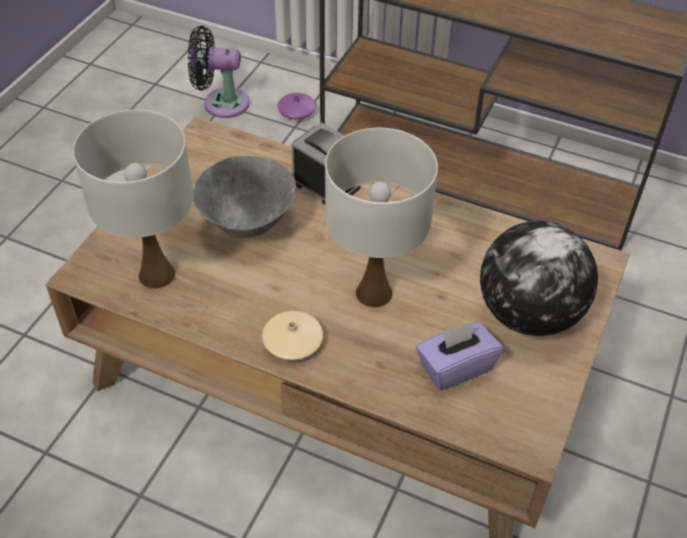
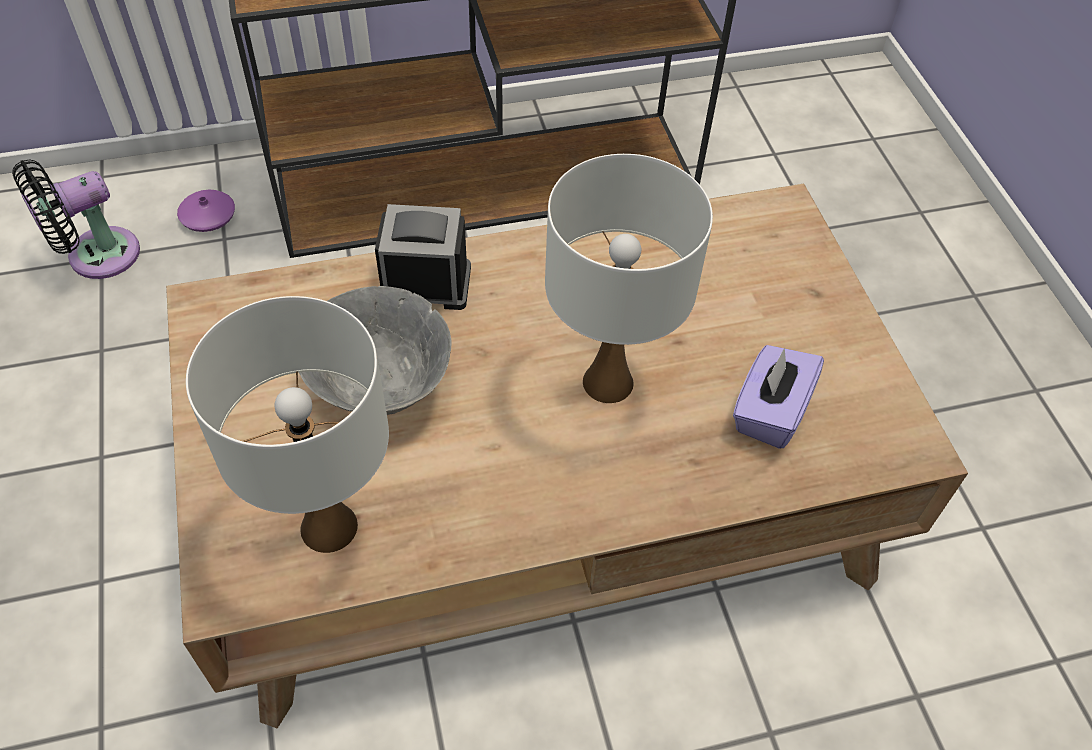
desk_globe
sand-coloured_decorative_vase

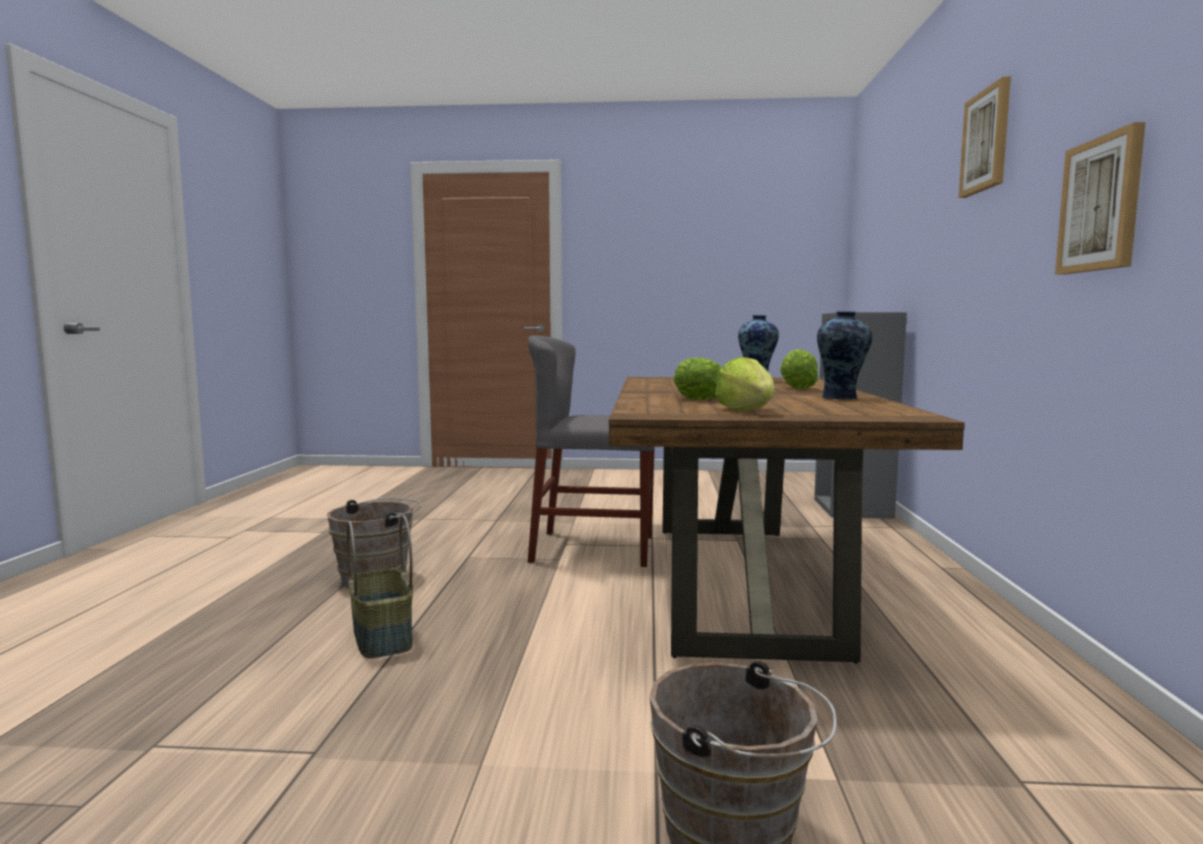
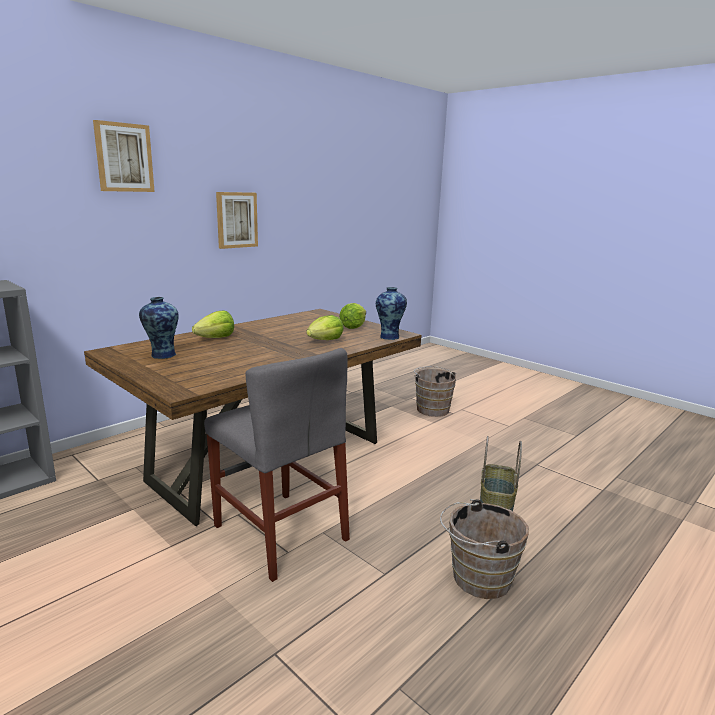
decorative_vase (no. 2 from left)

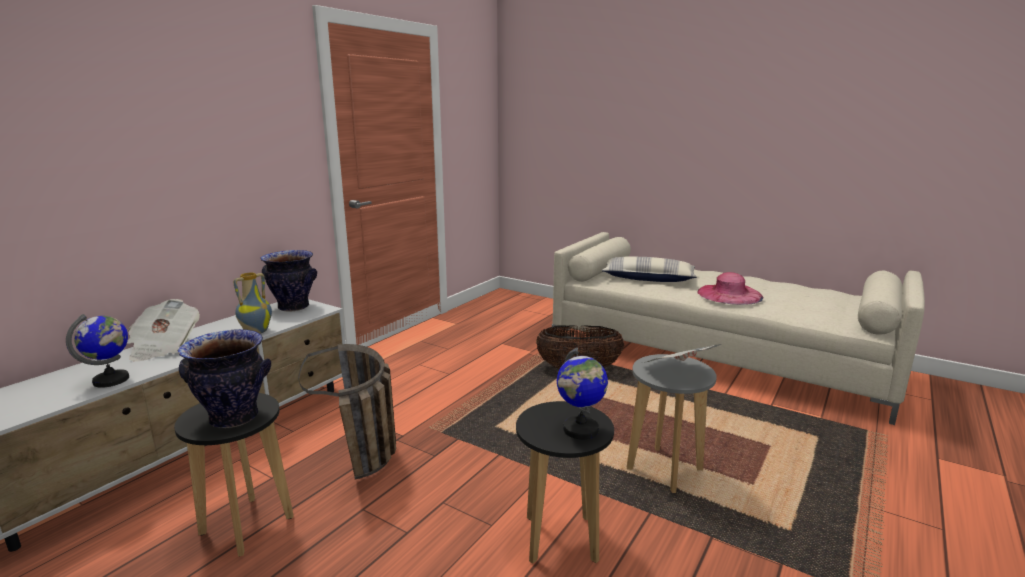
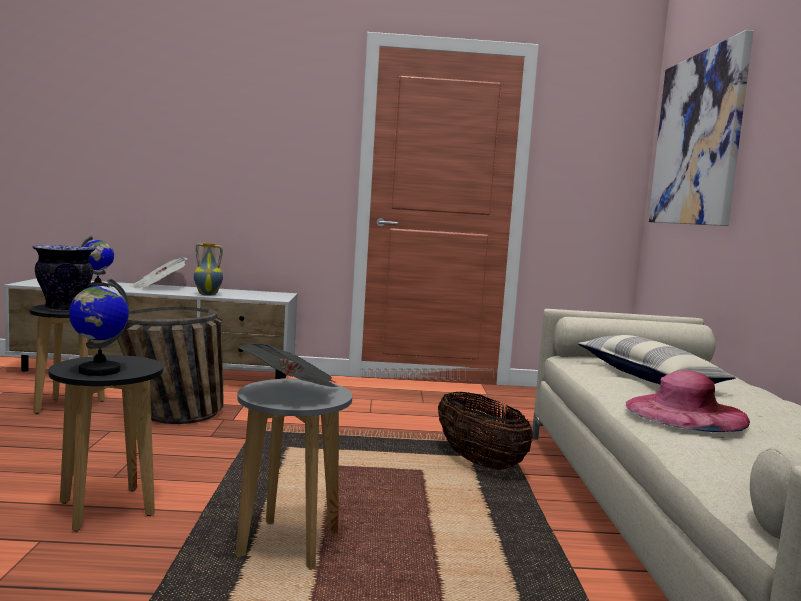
decorative_vase (no. 3 from left in the first image)
picture

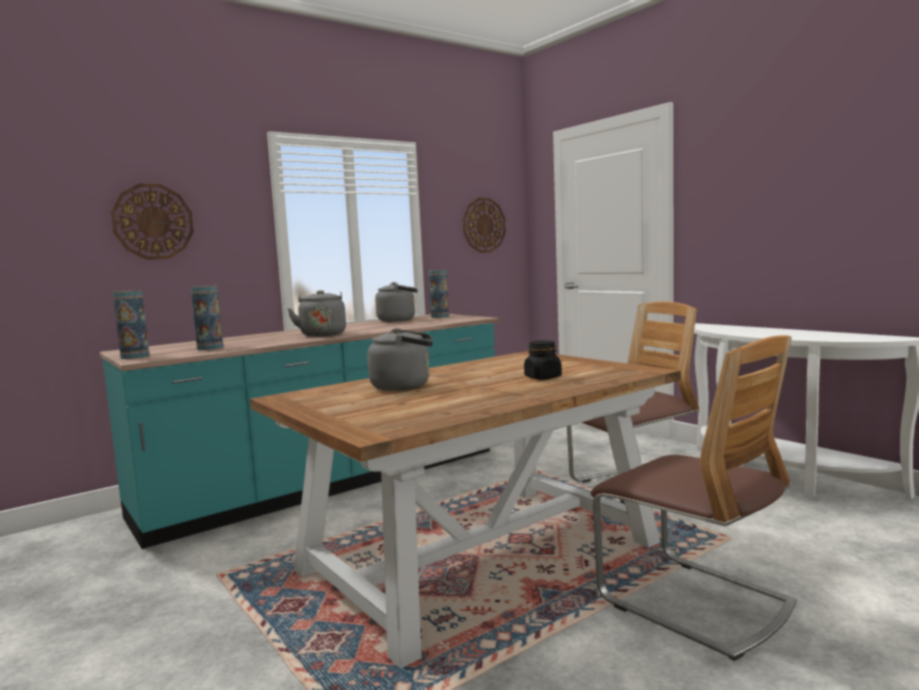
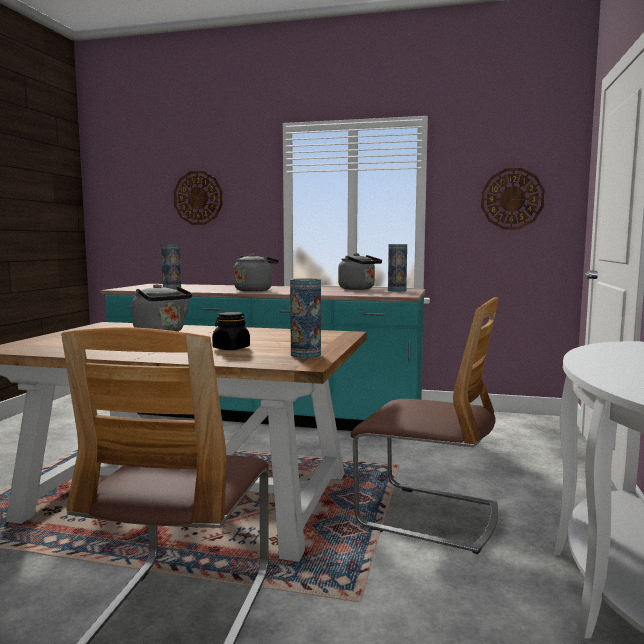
decorative_vase (no. 2 from left)

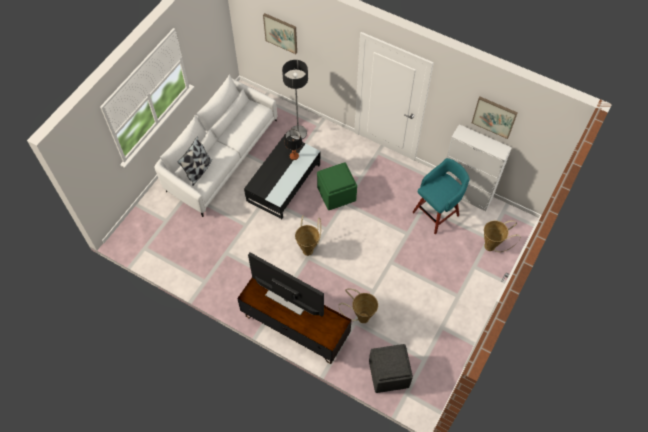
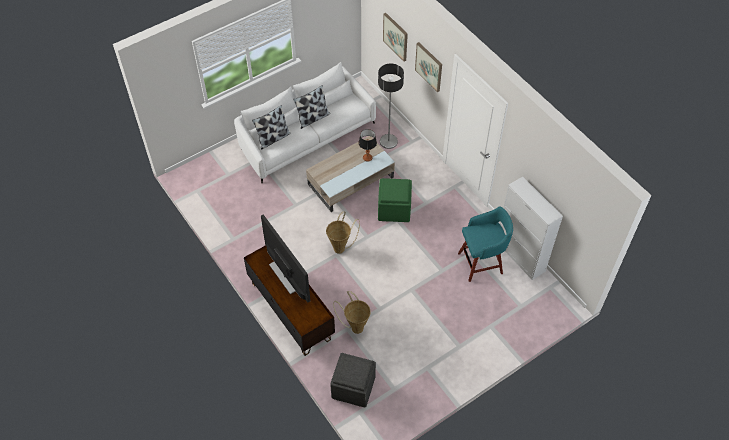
picture (no. 2 from left)
sand-coloured_lounge_table
household_basket (no. 3 from left in the first image)
cushion (no. 2 from left)

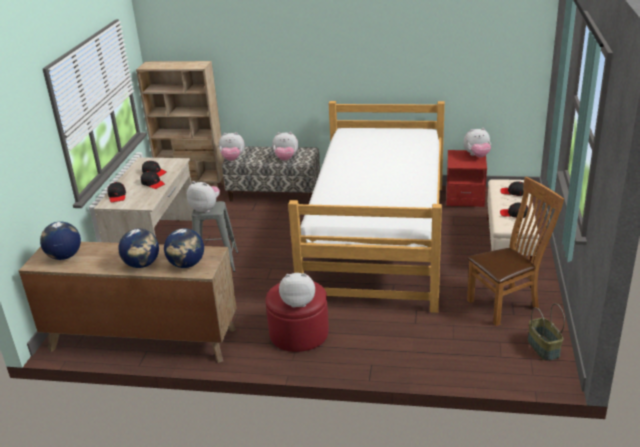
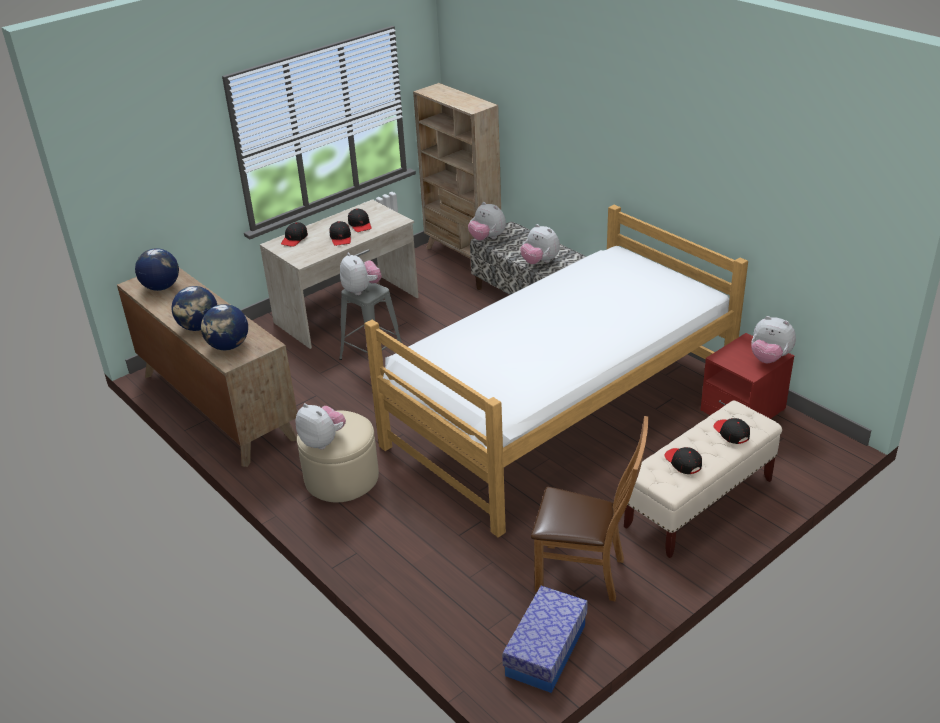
sand-coloured_ottoman
storage_container

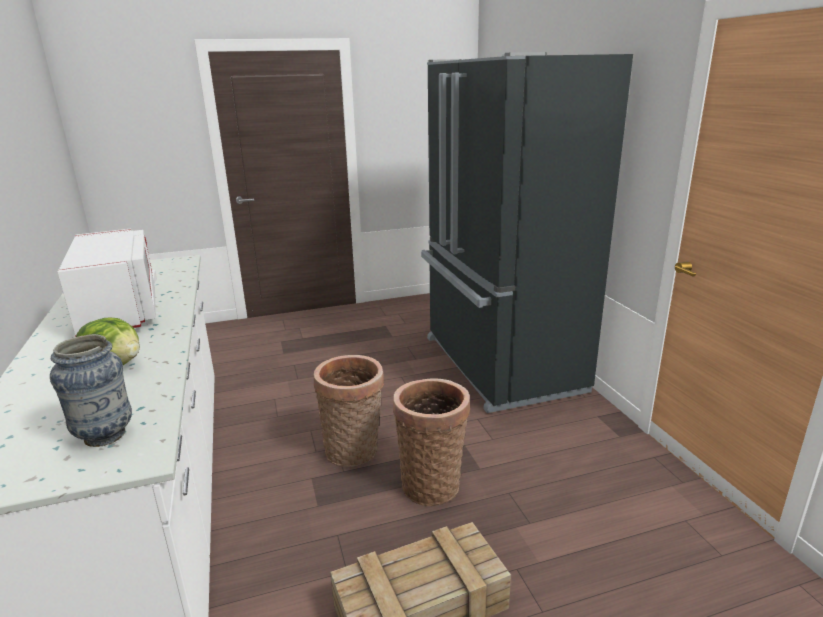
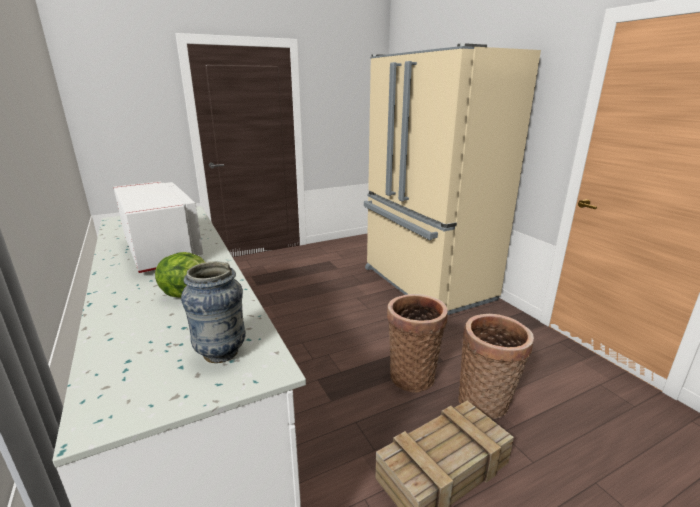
sand-coloured_refrigerator
household_basket (no. 2 from left)

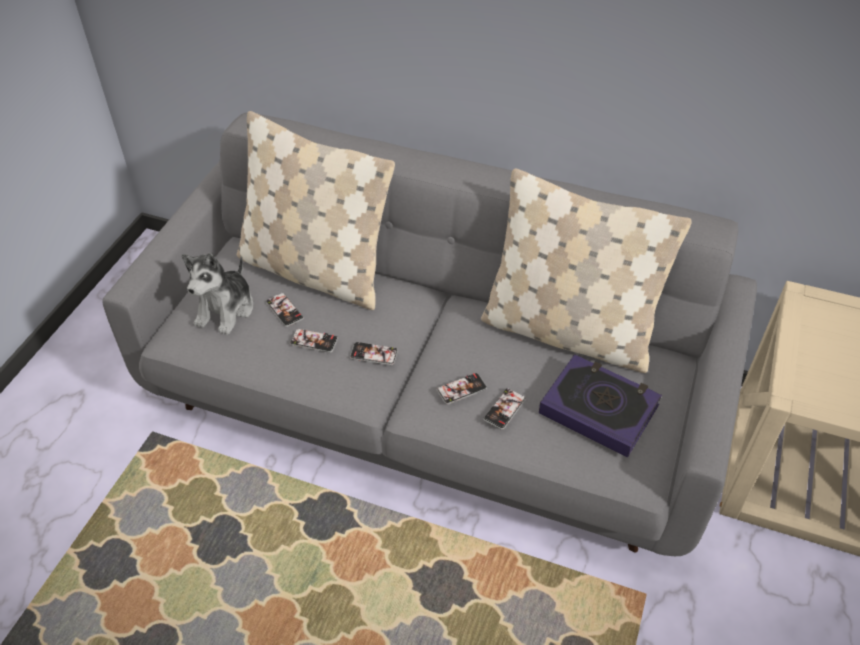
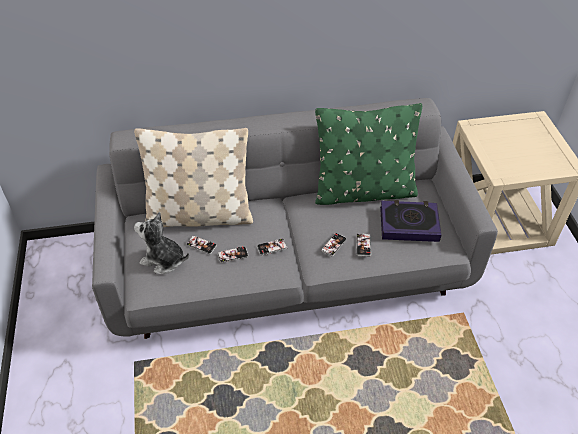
green_cushion
cuddly_toy

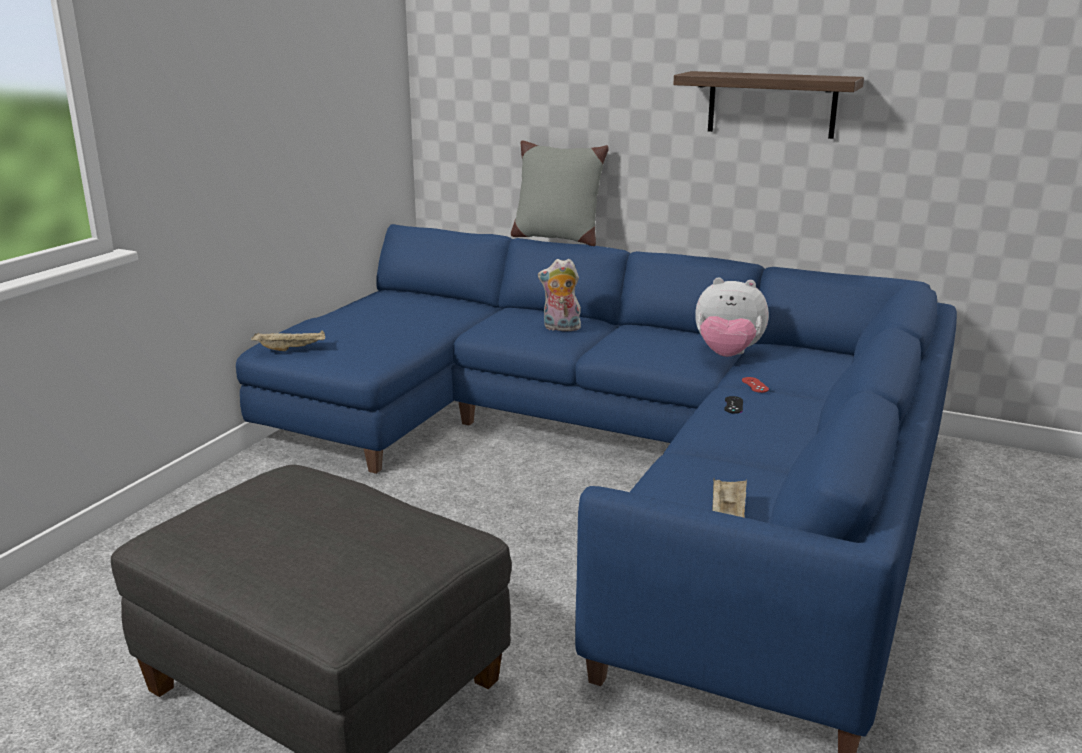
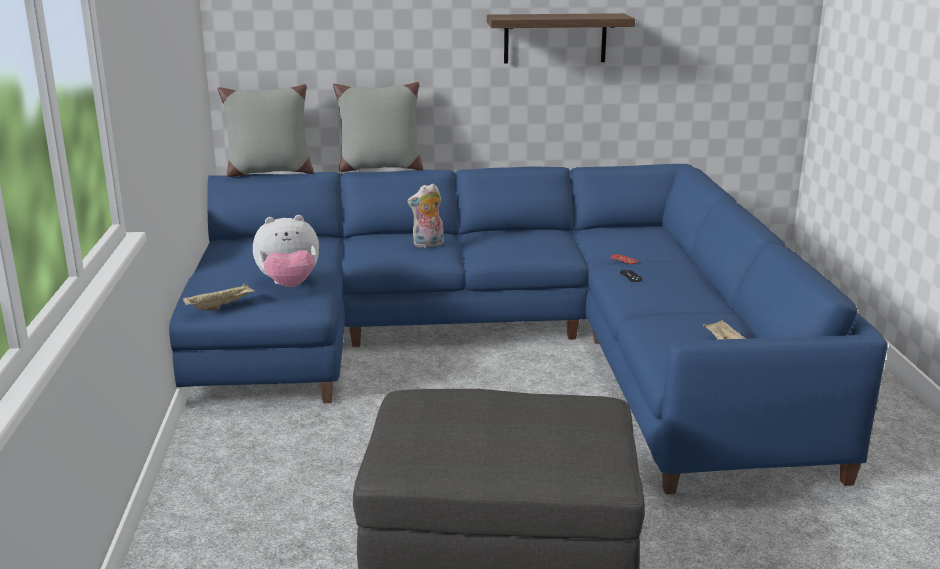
cuddly_toy (no. 1 from left)
gray_cushion (no. 1 from left)

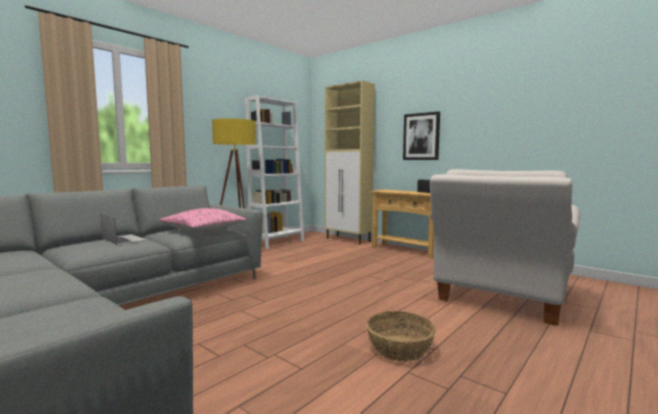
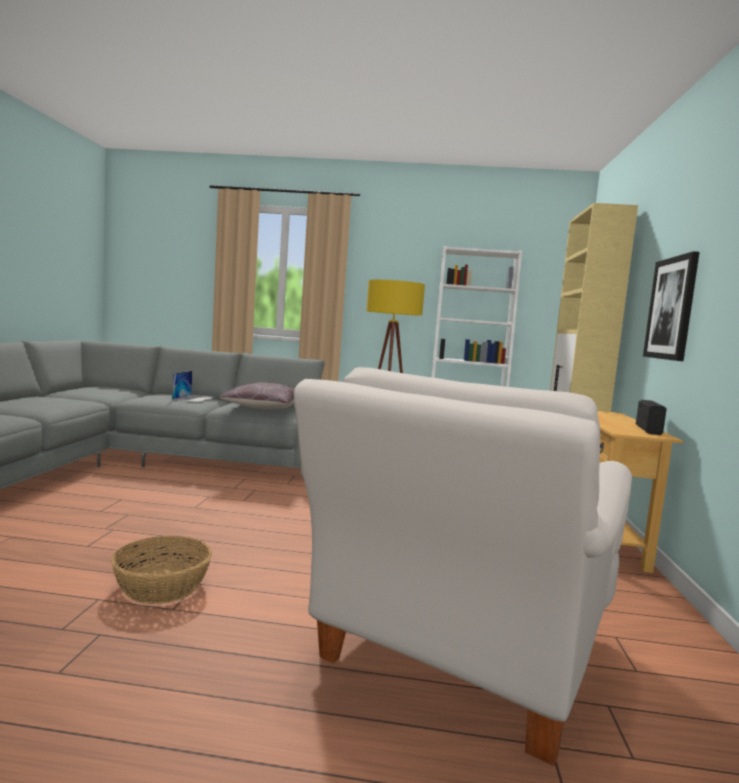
white_lounge_chair
brown_cushion

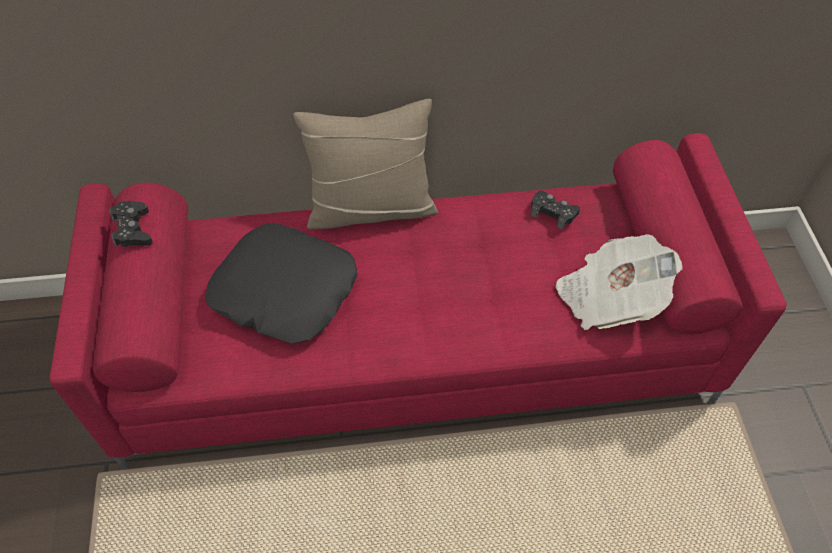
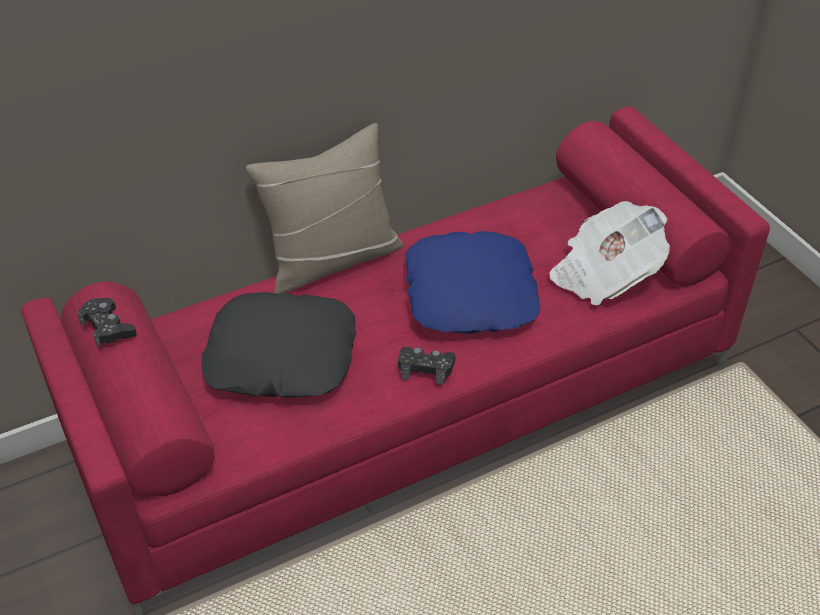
black_joypad (no. 2 from left)
blue_cushion

